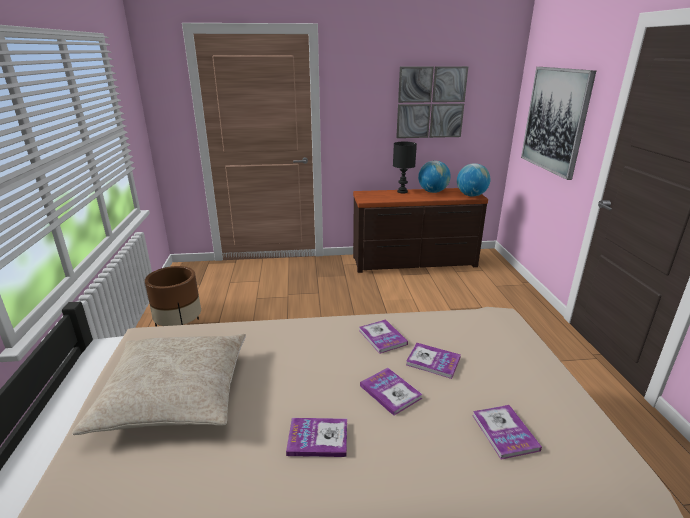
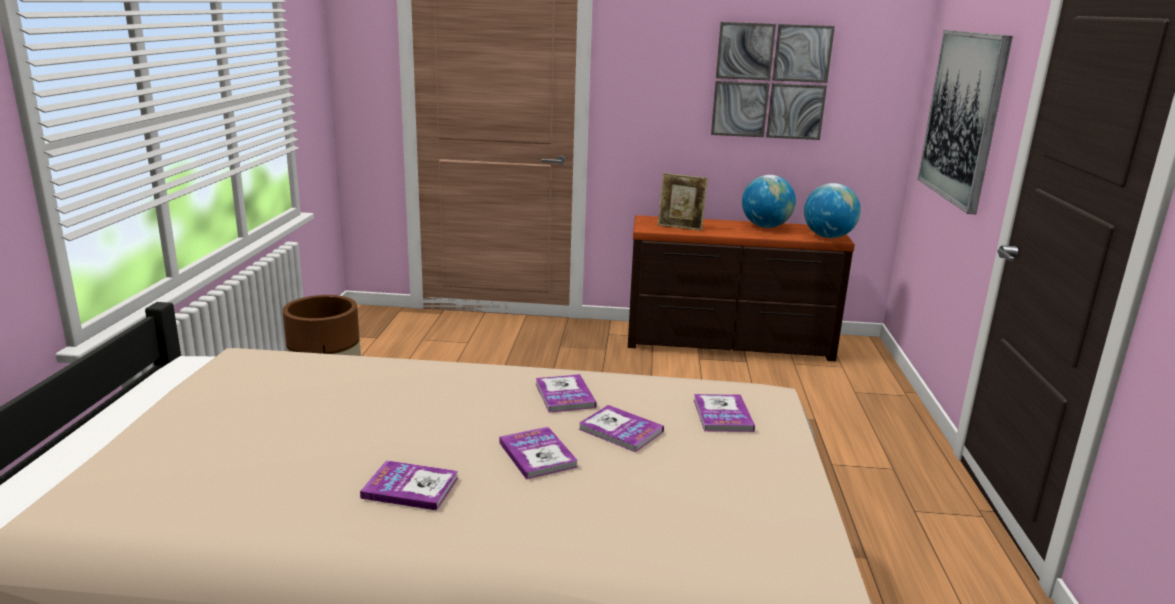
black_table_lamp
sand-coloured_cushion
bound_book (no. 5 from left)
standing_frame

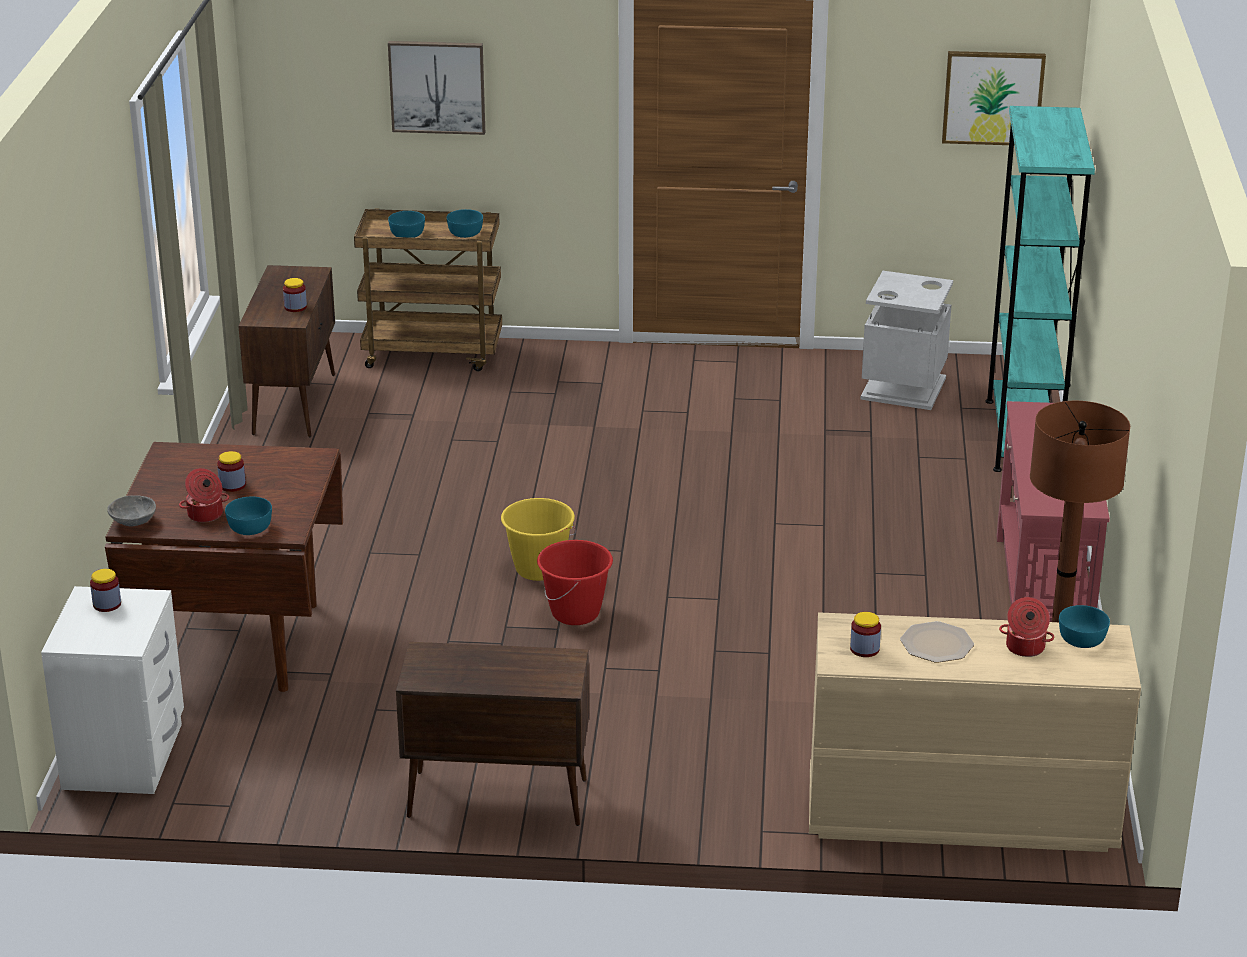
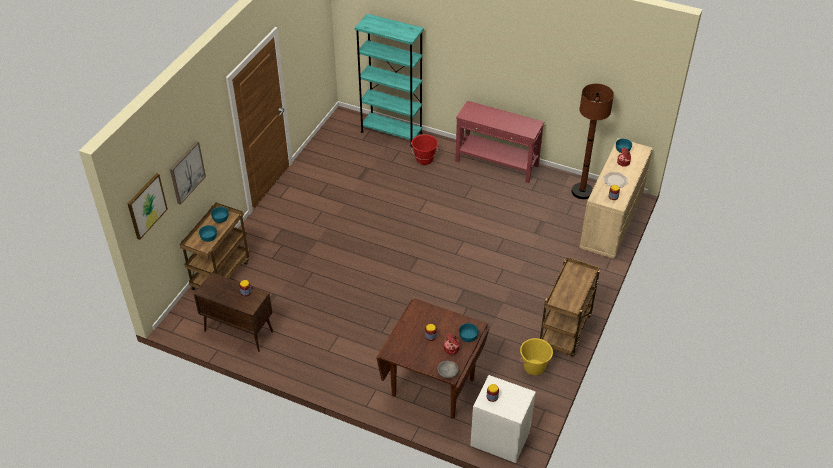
picture (no. 1 from left)
gray_waste_bin
yellow-coloured_pail
red_pail
brown_trolley (no. 2 from left)

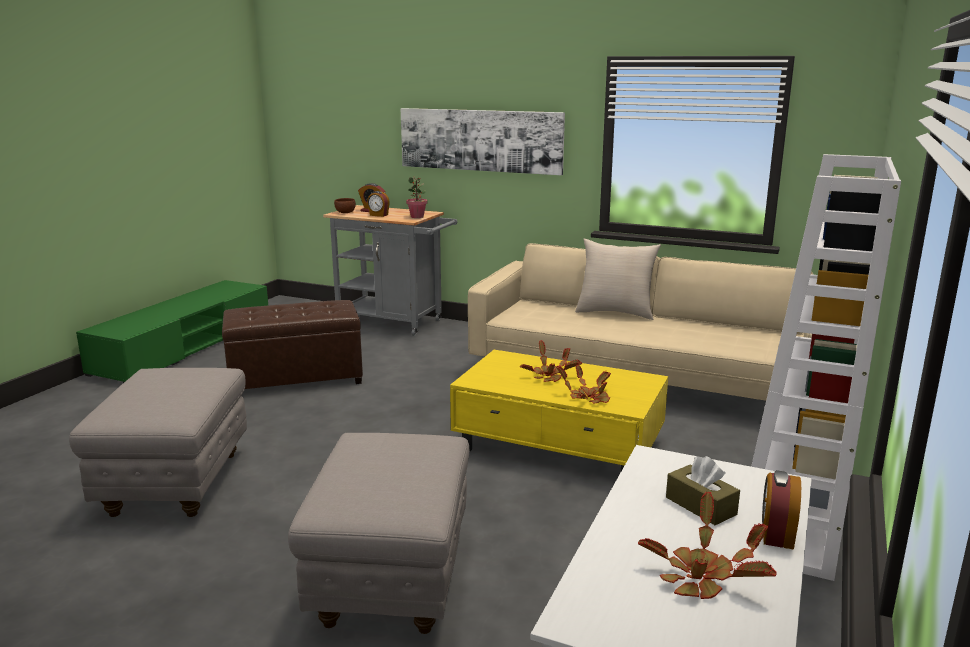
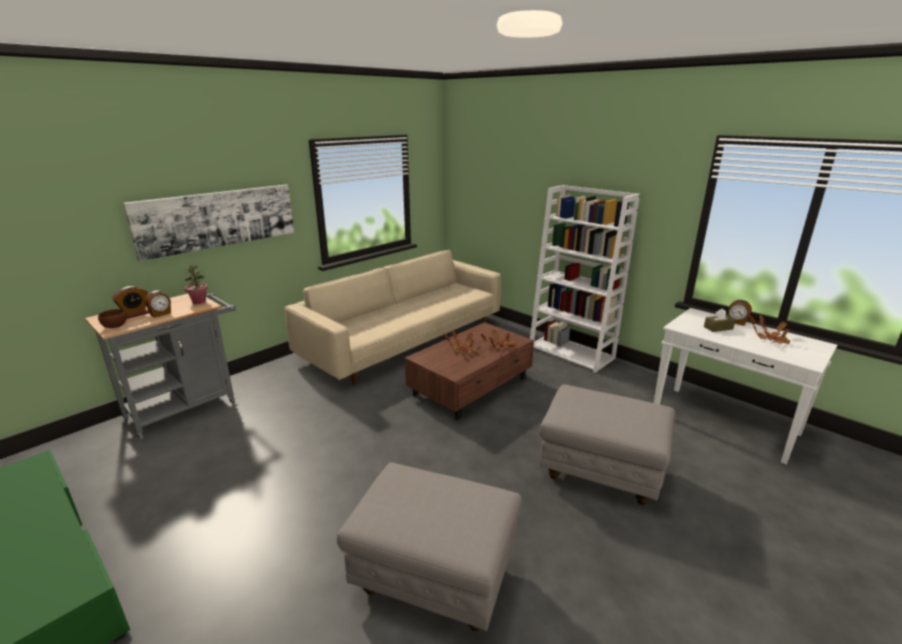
sand-coloured_cushion
brown_ottoman
brown_lounge_table

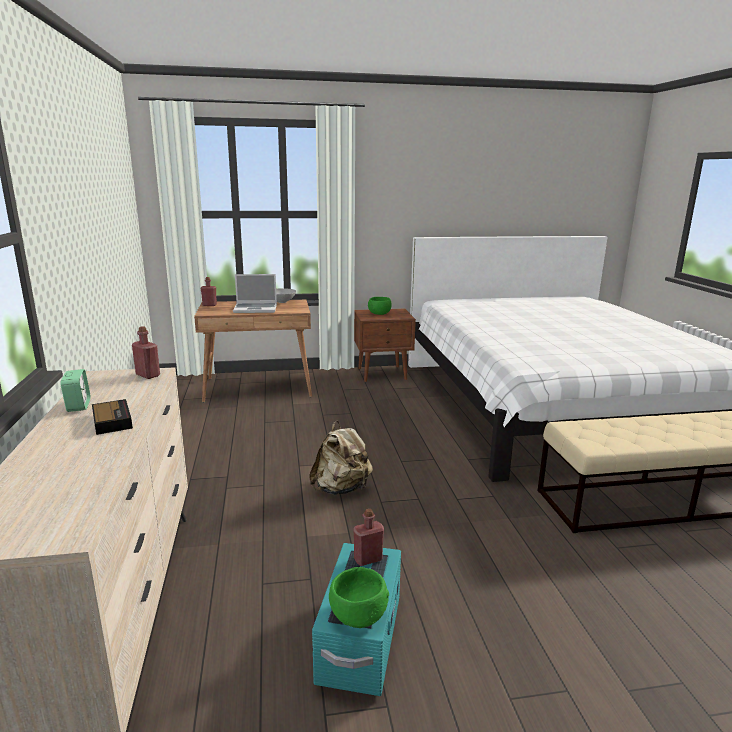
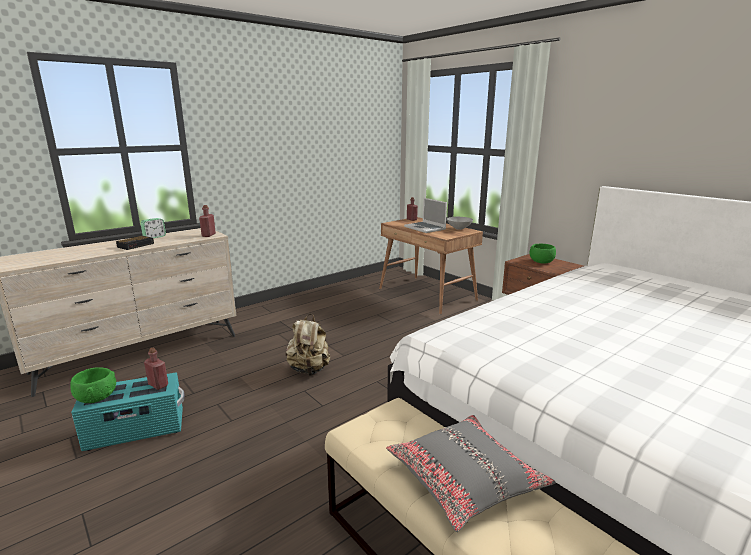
gray_cushion

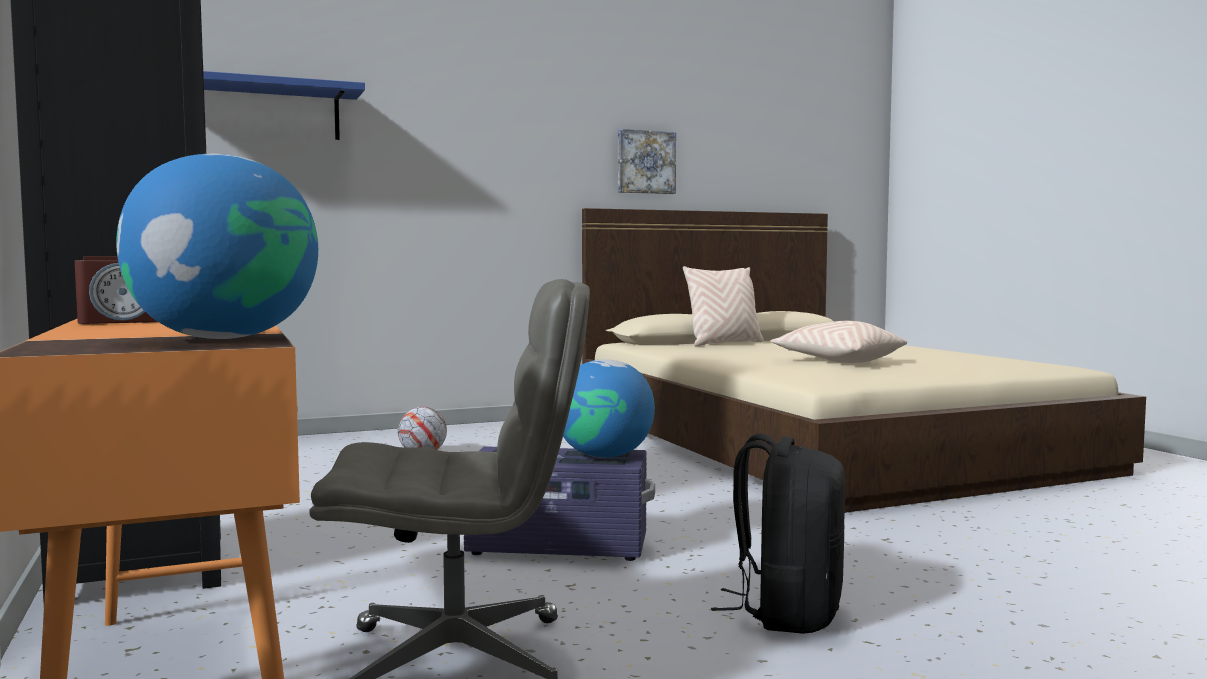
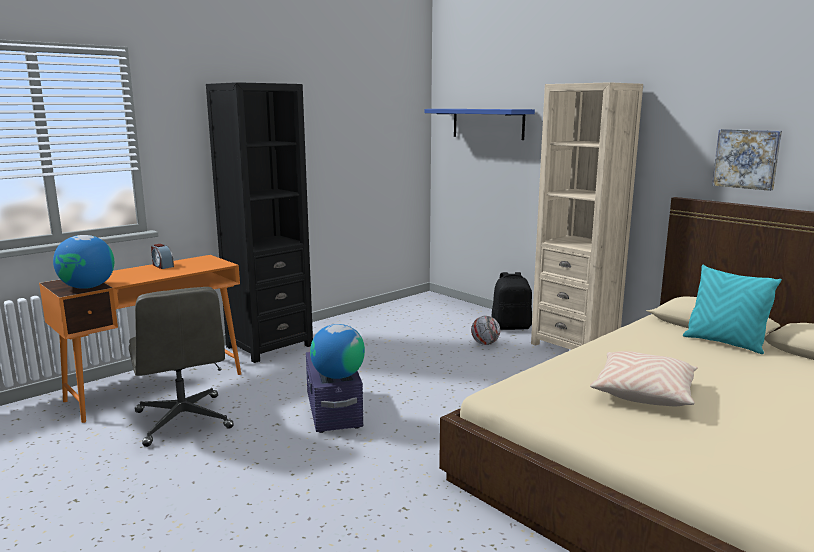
blue-green_cushion
black_knapsack
sand-coloured_bookshelf

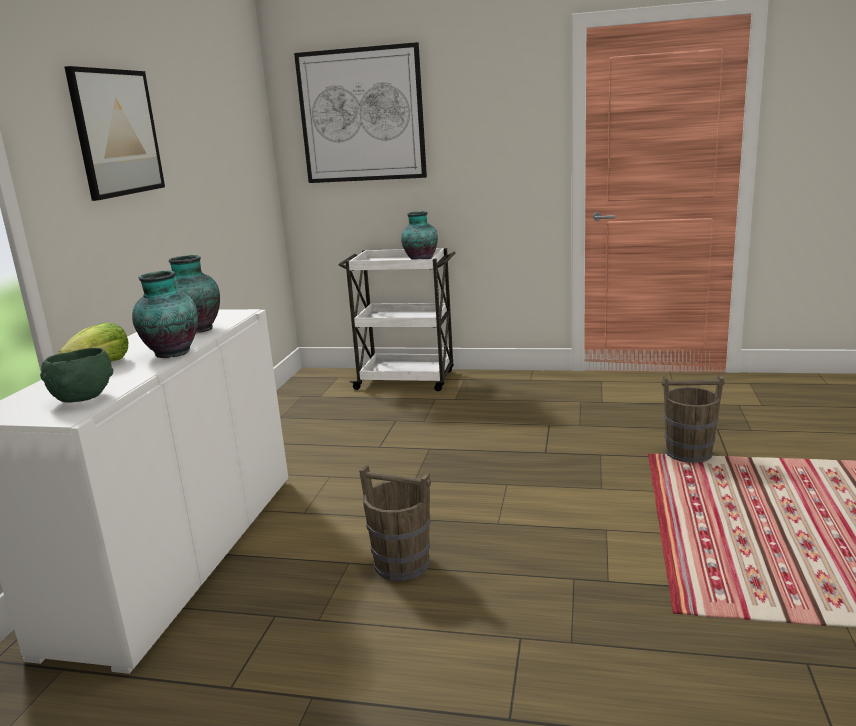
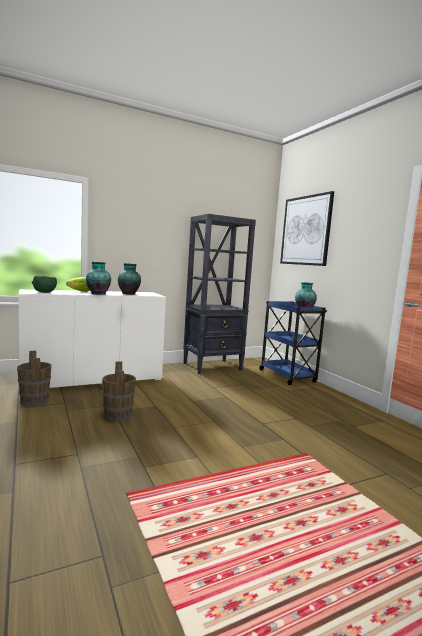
picture (no. 1 from left in the first image)
blue_trolley
brown_pail (no. 1 from left)
black_bookshelf

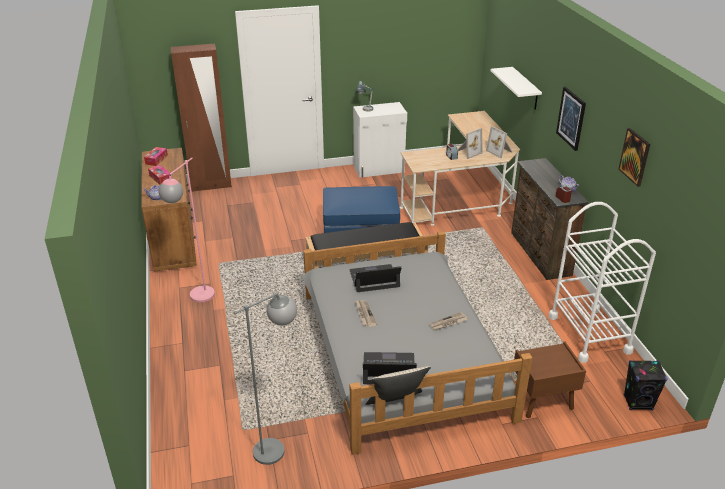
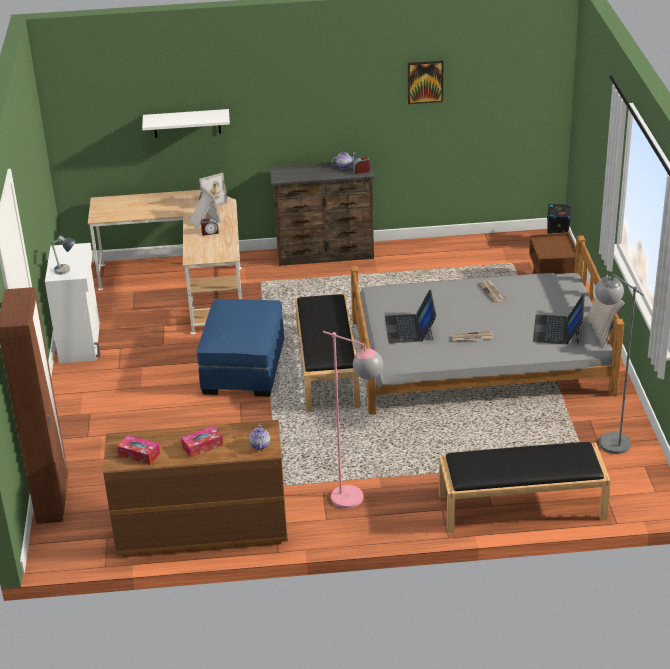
picture (no. 1 from left in the first image)
white_trolley
black_indoor_bench (no. 2 from left)

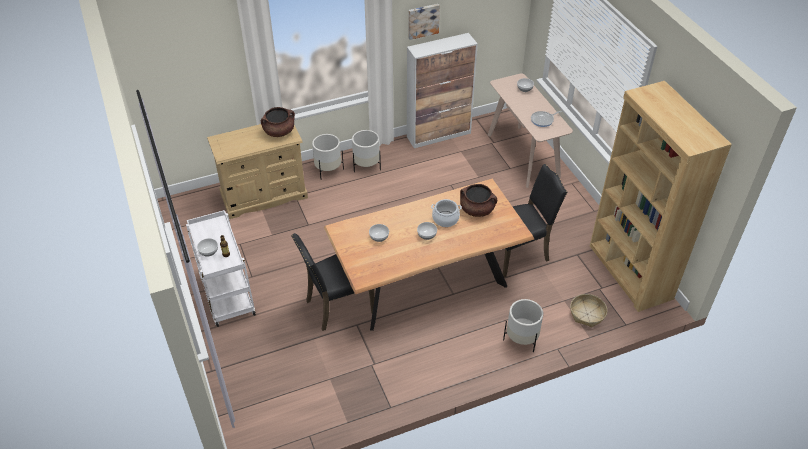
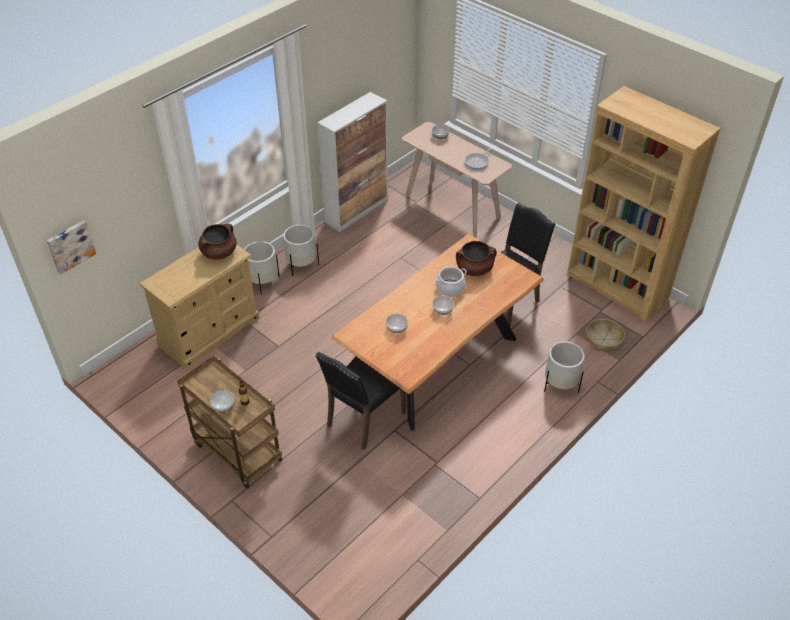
picture
brown_trolley

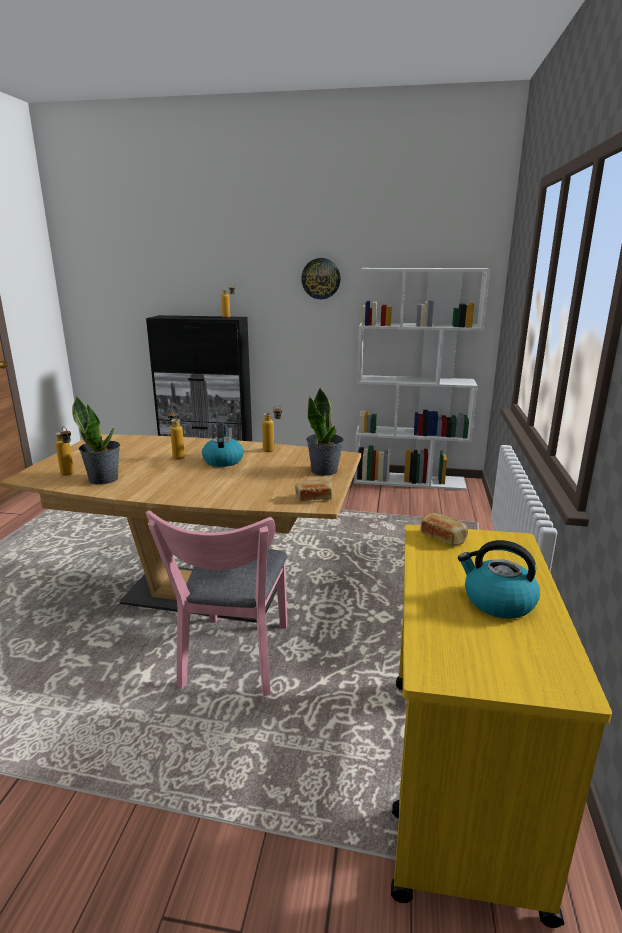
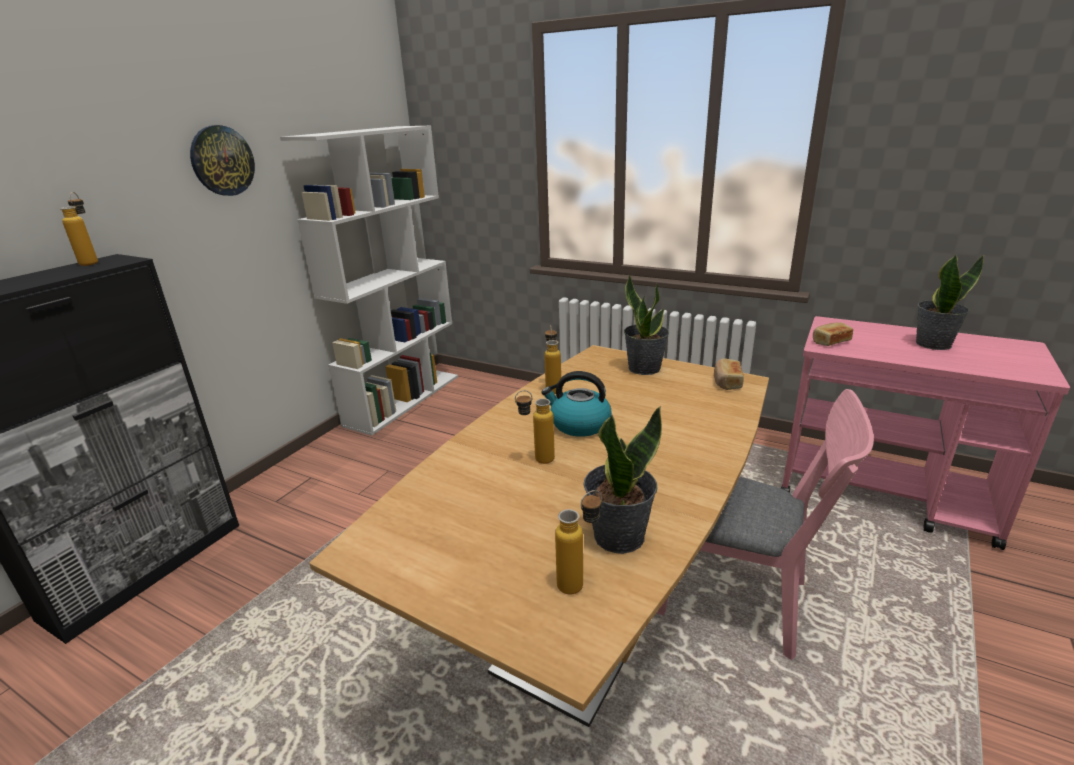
pink-coloured_trolley
plant_in_a_pot (no. 3 from left)

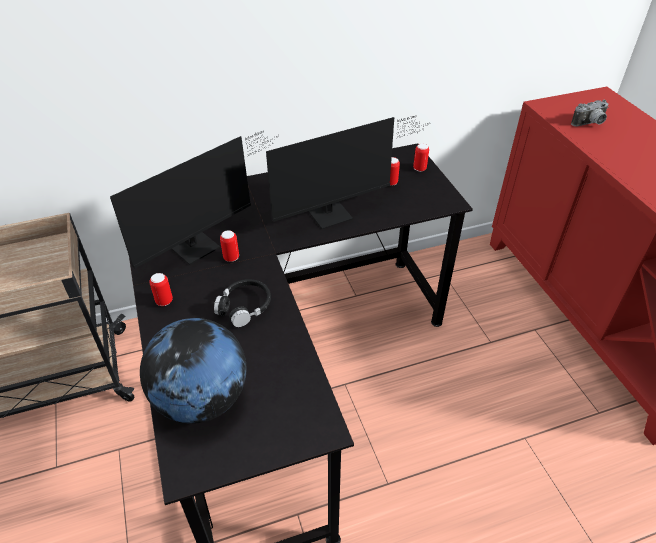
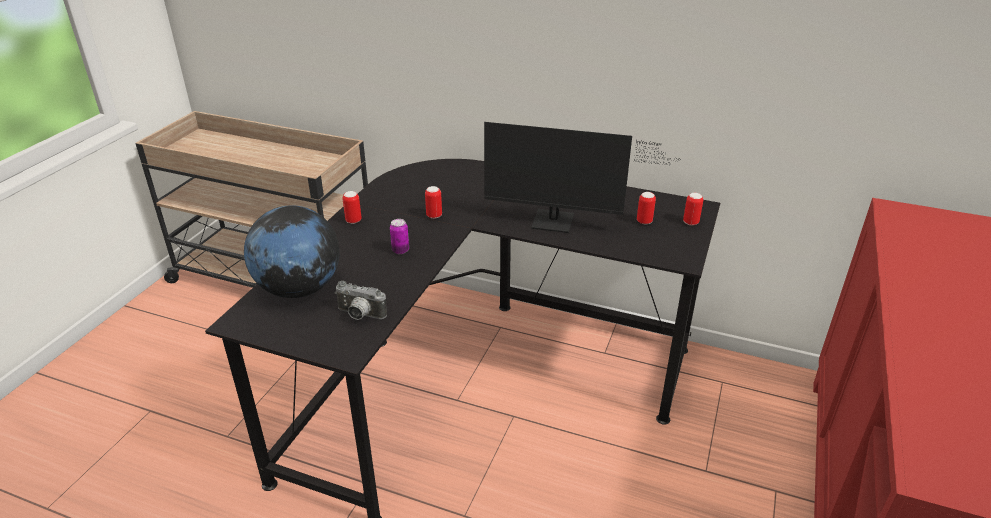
photo_camera
computer_display (no. 1 from left in the first image)
can (no. 2 from left)

